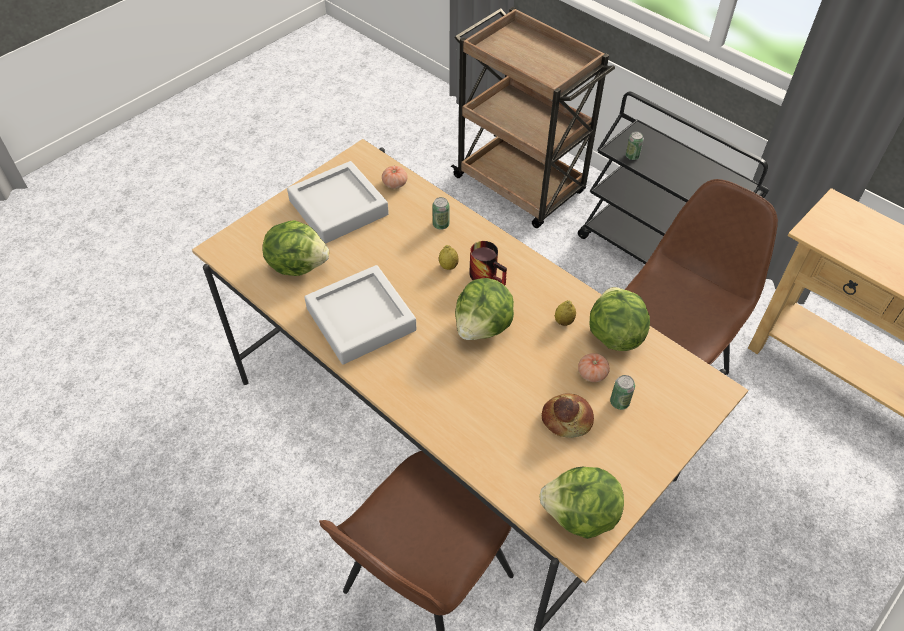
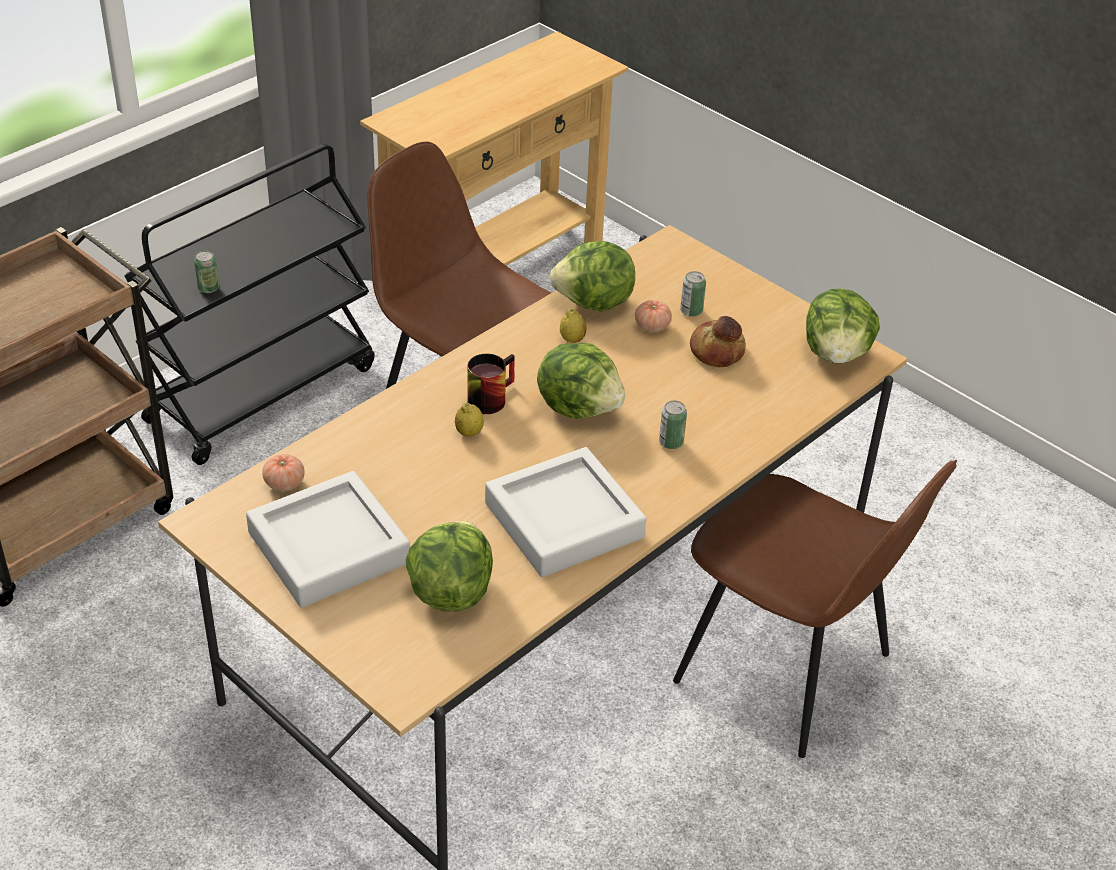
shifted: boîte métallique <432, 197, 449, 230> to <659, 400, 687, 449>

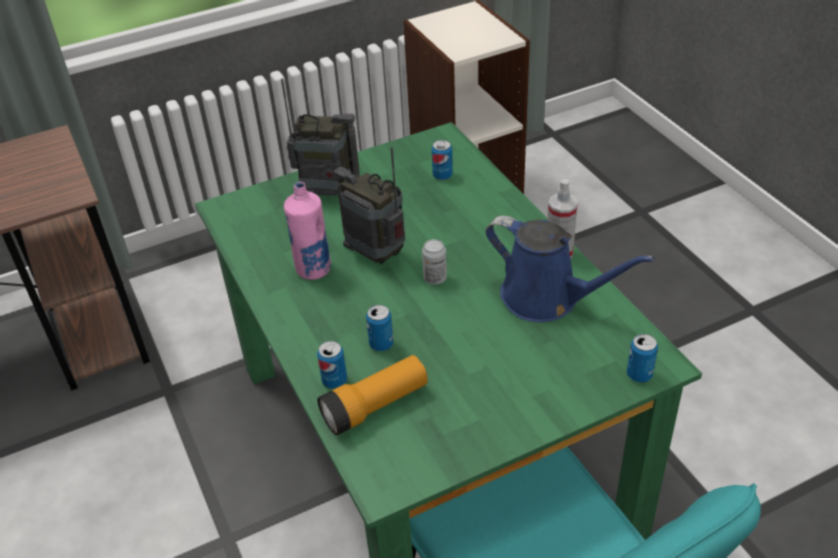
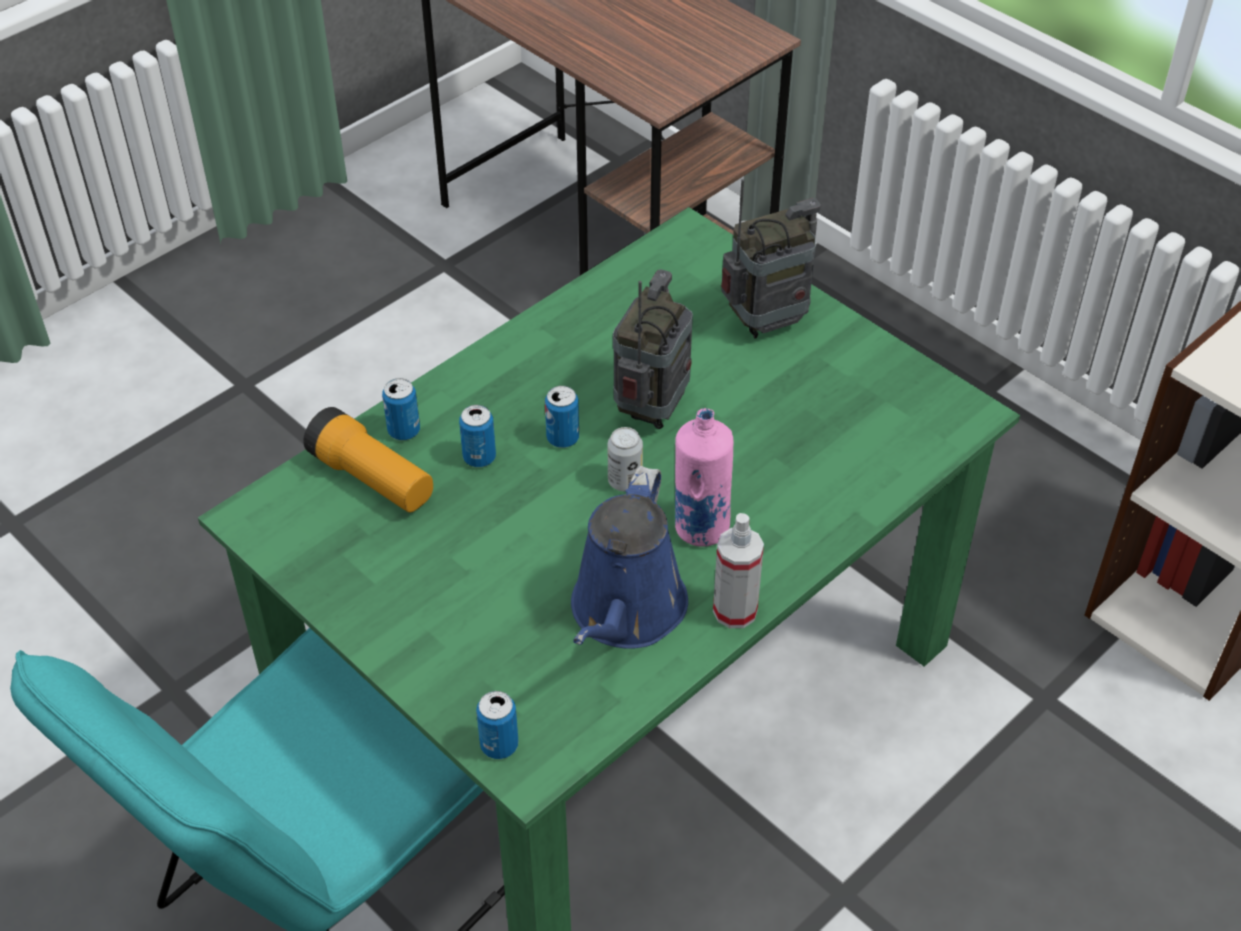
shifted: boîte métallique <432, 140, 453, 180> to <545, 386, 579, 448>; bouteille/rose <284, 182, 331, 280> to <675, 408, 734, 547>
rotated: radio <281, 79, 360, 196> = <721, 179, 821, 338> 105 degrees counterclockwise

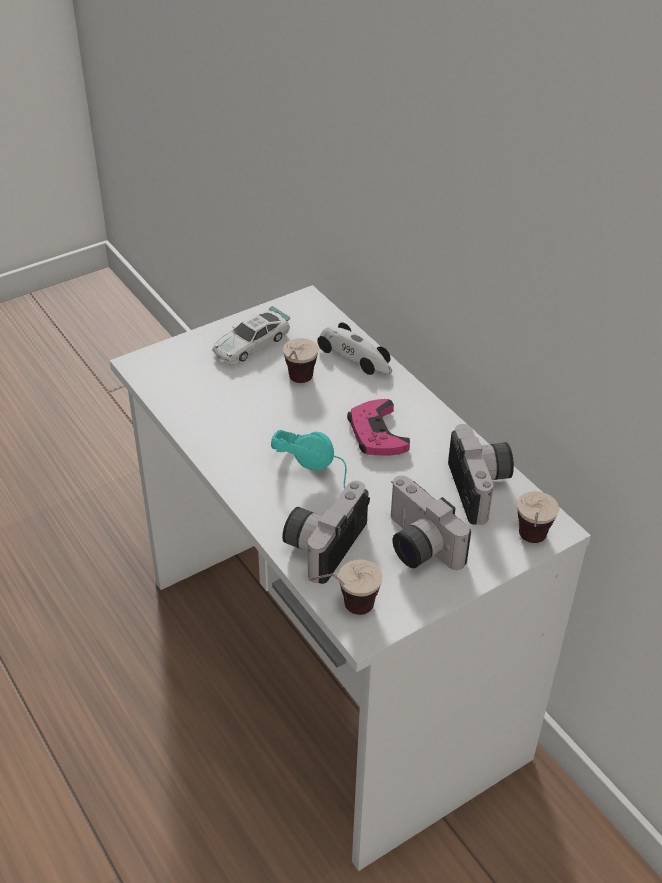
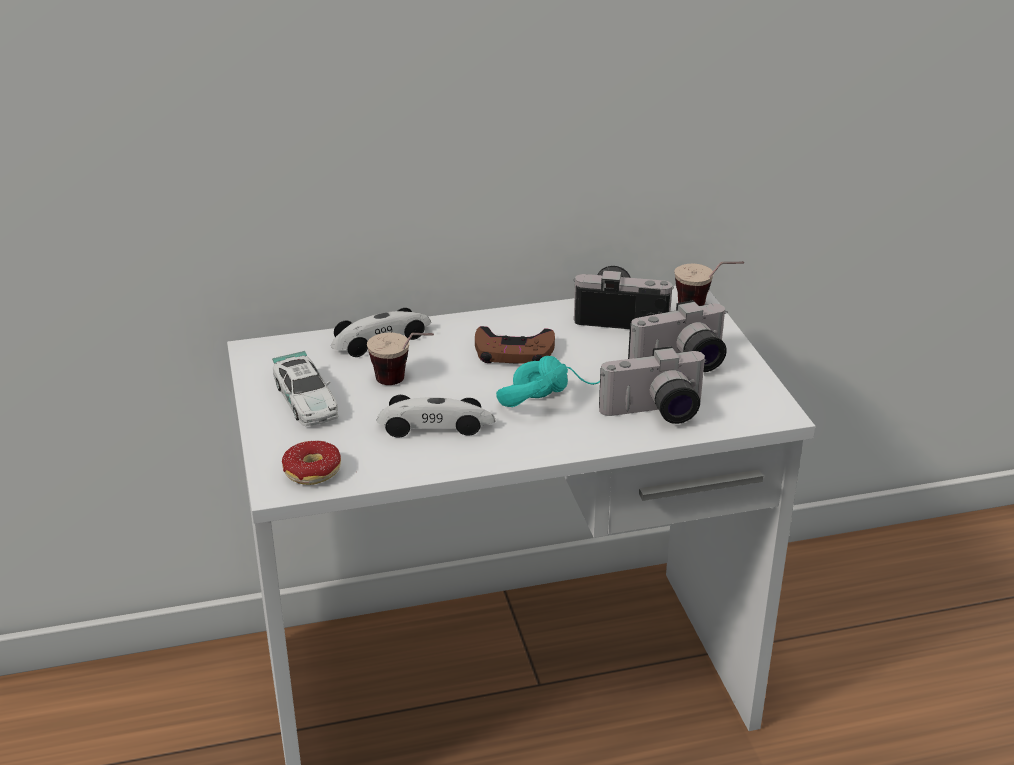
gone: tasse <309, 559, 383, 615>
new: beignet <282, 440, 357, 485>; petite voiture <377, 395, 496, 438>
repainted: manette/rose <347, 399, 410, 455> to manette/marron <475, 326, 555, 364>
rotated: appareil photo <282, 481, 370, 584> = <599, 346, 707, 424> 60 degrees counterclockwise

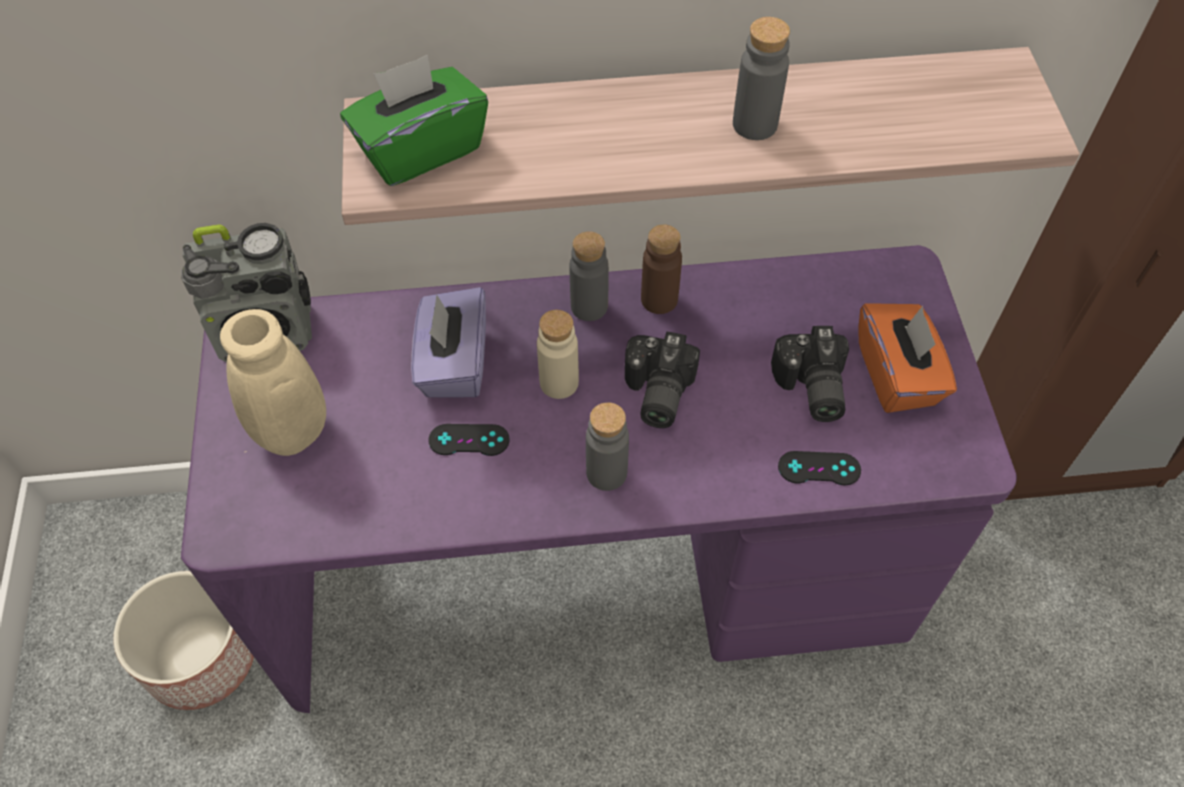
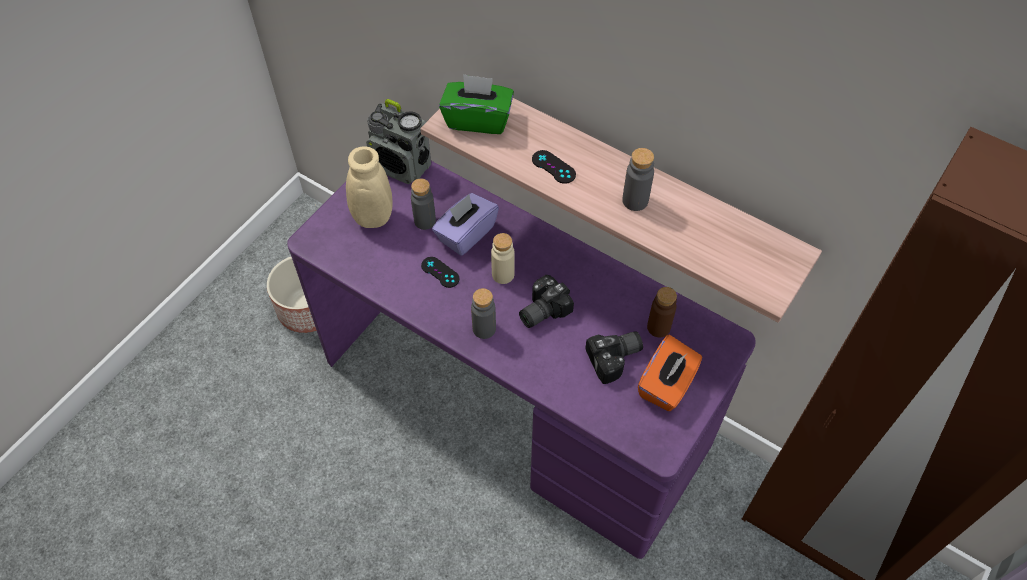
shifted: bouteille/gris <569, 231, 609, 321> to <411, 179, 436, 230>; manette/noir <778, 451, 861, 485> to <532, 150, 576, 184>; bouteille/marron <641, 224, 682, 314> to <647, 287, 677, 337>
rotated: appareil photo <771, 326, 849, 422> = <585, 331, 643, 384> 150 degrees counterclockwise

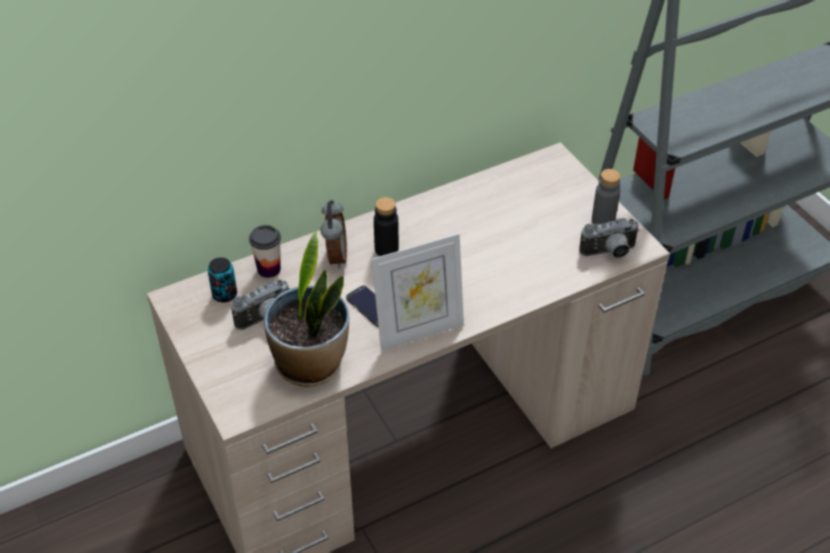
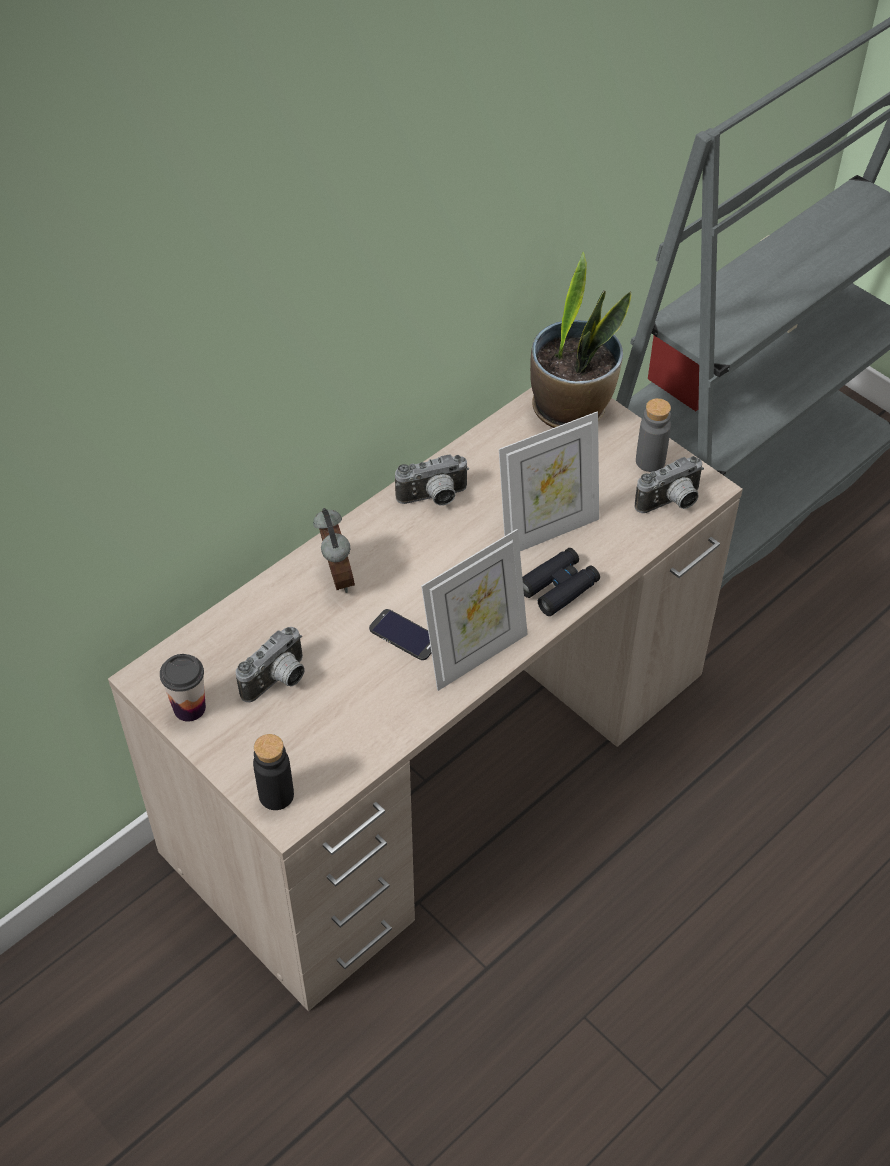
gone: boîte métallique <208, 257, 237, 303>
new: appareil photo <395, 454, 469, 506>; cadre photo <499, 412, 599, 551>; jumelles/noir <522, 548, 600, 616>
shifted: tasse <249, 225, 281, 278> to <160, 654, 206, 721>; bouteille/noir <374, 197, 399, 256> to <253, 734, 294, 810>; plante en pot <264, 231, 349, 387> to <530, 252, 631, 428>

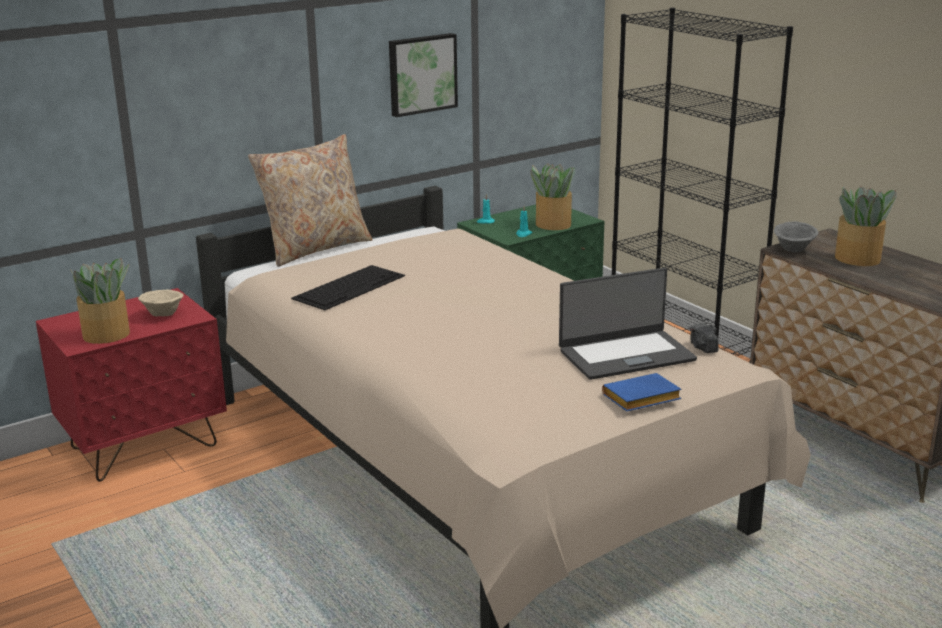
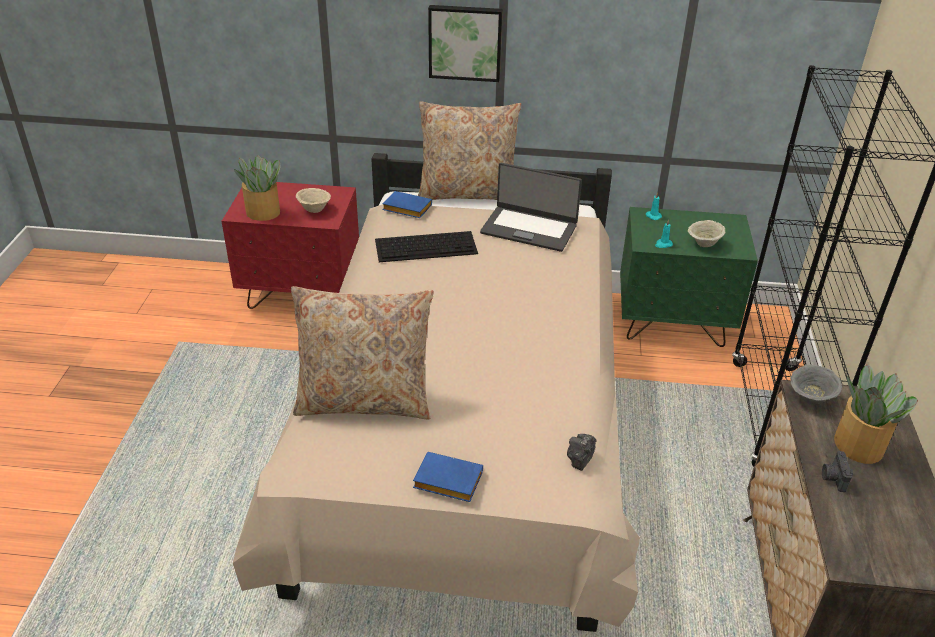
new: coussin/beige <291, 286, 434, 420>; livre/bleu <382, 191, 432, 218>; appareil photo <822, 451, 853, 492>
shifted: tableau <389, 33, 458, 117> to <428, 5, 503, 82>; ordinateur portable <559, 268, 697, 380> to <480, 163, 582, 252>
swapped: plante en pot <530, 163, 575, 230> to bol/beige <688, 220, 726, 247>

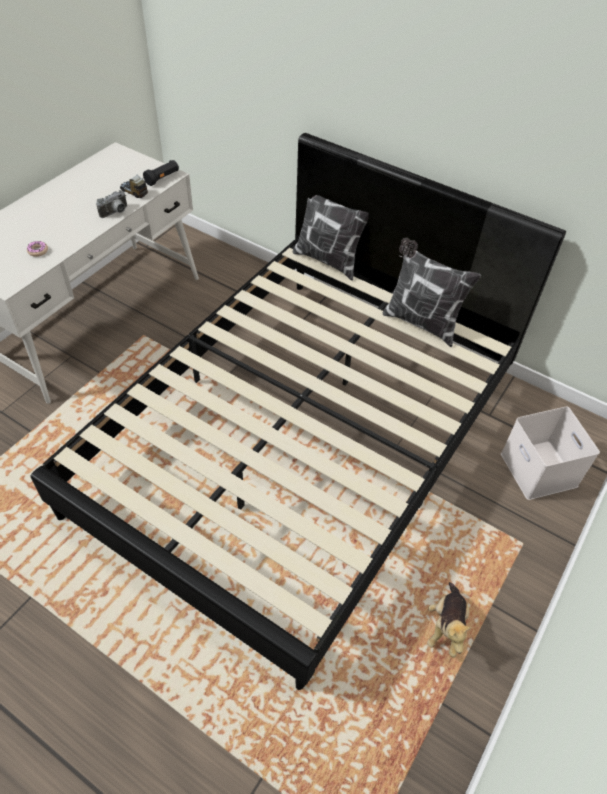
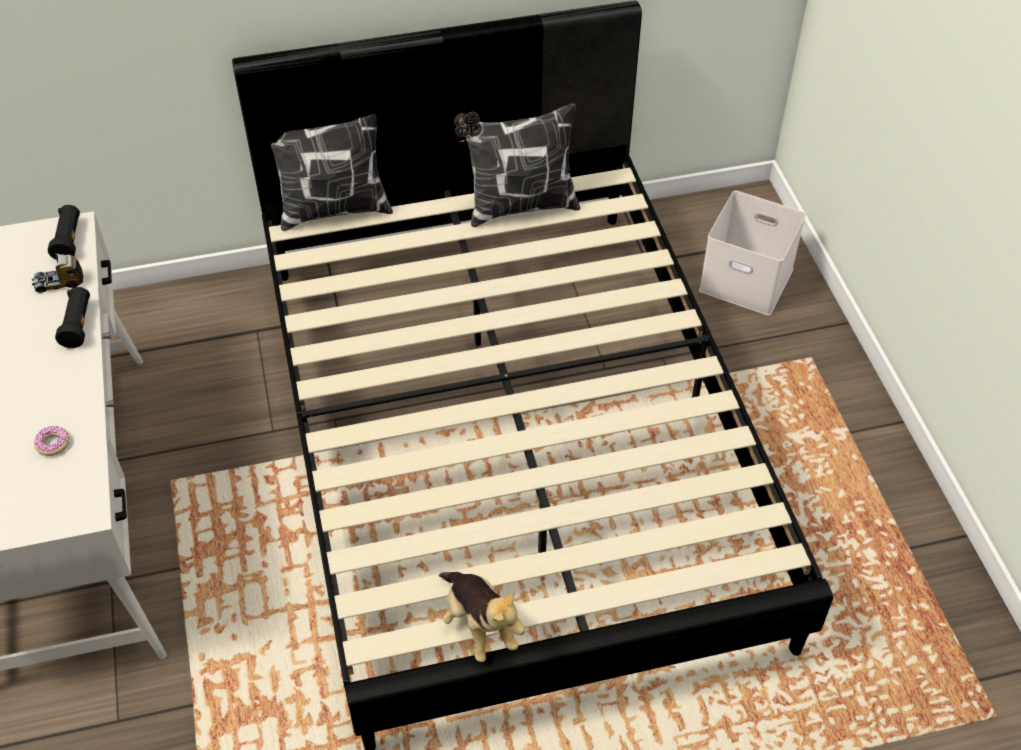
shifted: peluche <427, 582, 472, 658> to <439, 572, 525, 662>
swapped: appareil photo <96, 190, 127, 218> to lampe de poche/noir <55, 287, 90, 348>

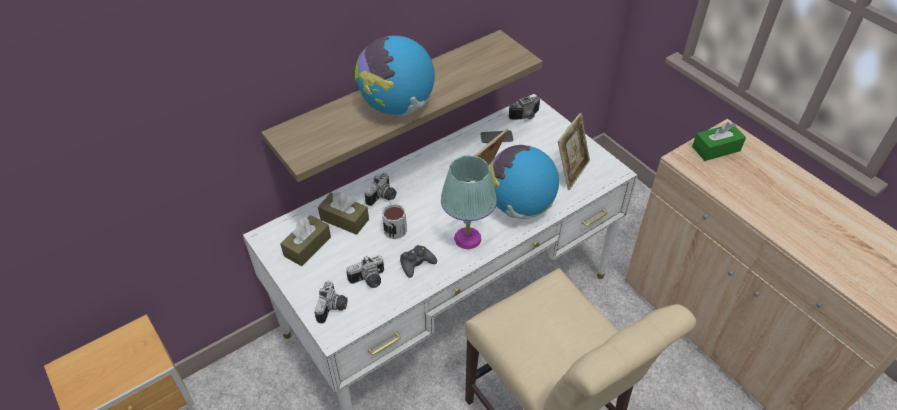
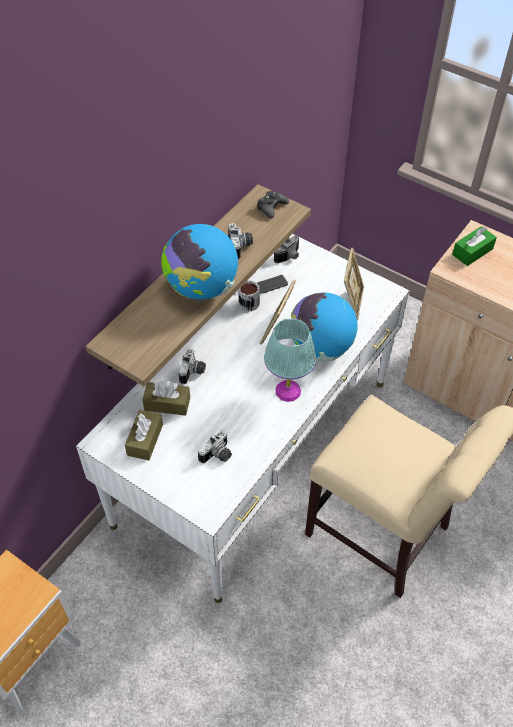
shifted: appareil photo <315, 281, 348, 324> to <228, 223, 253, 260>; mug <382, 200, 407, 239> to <238, 280, 260, 312>; manette/noir <400, 245, 437, 278> to <257, 191, 289, 219>

